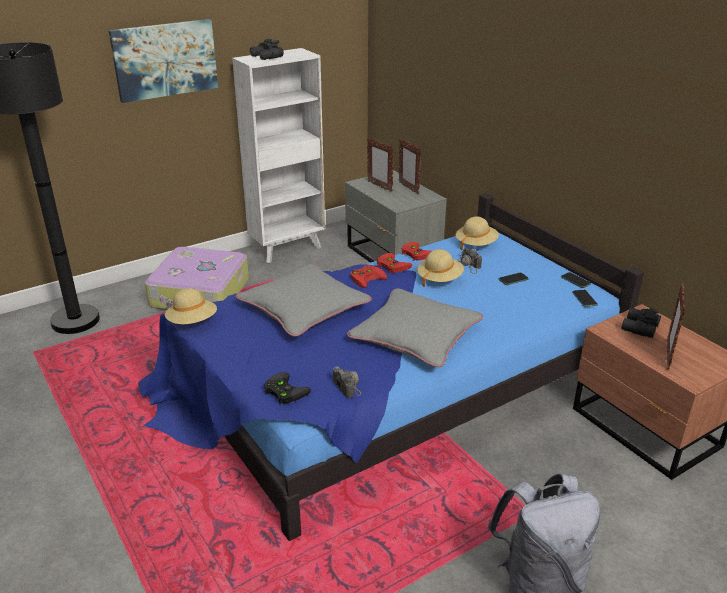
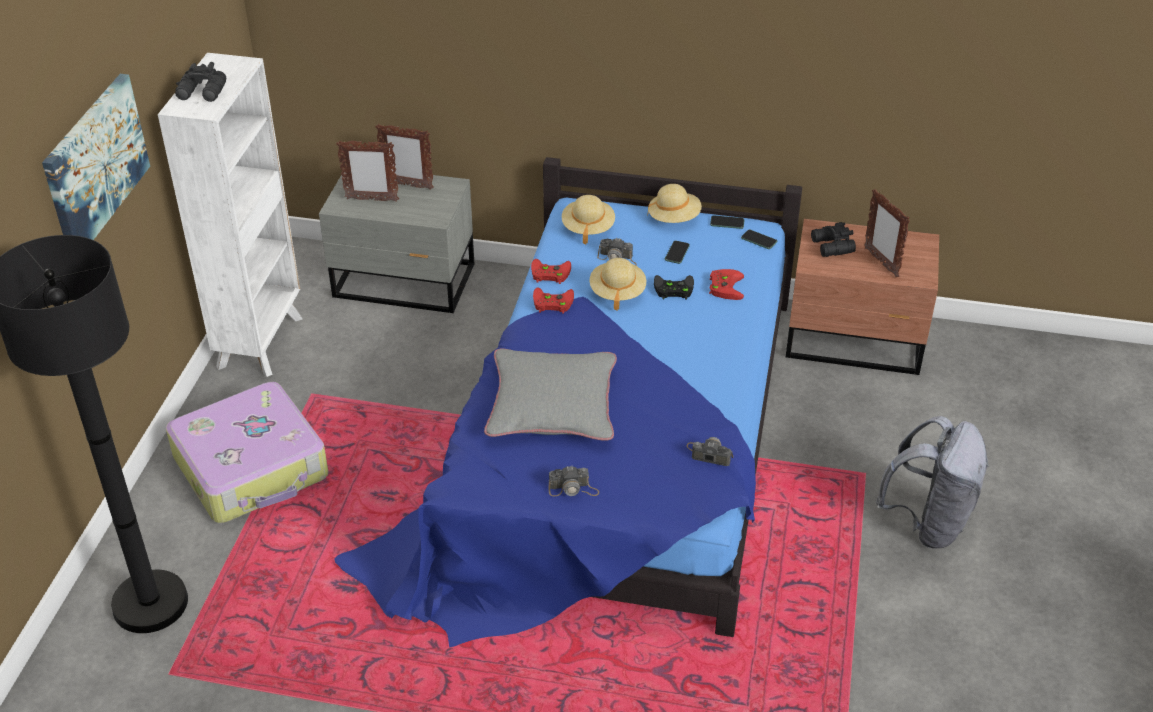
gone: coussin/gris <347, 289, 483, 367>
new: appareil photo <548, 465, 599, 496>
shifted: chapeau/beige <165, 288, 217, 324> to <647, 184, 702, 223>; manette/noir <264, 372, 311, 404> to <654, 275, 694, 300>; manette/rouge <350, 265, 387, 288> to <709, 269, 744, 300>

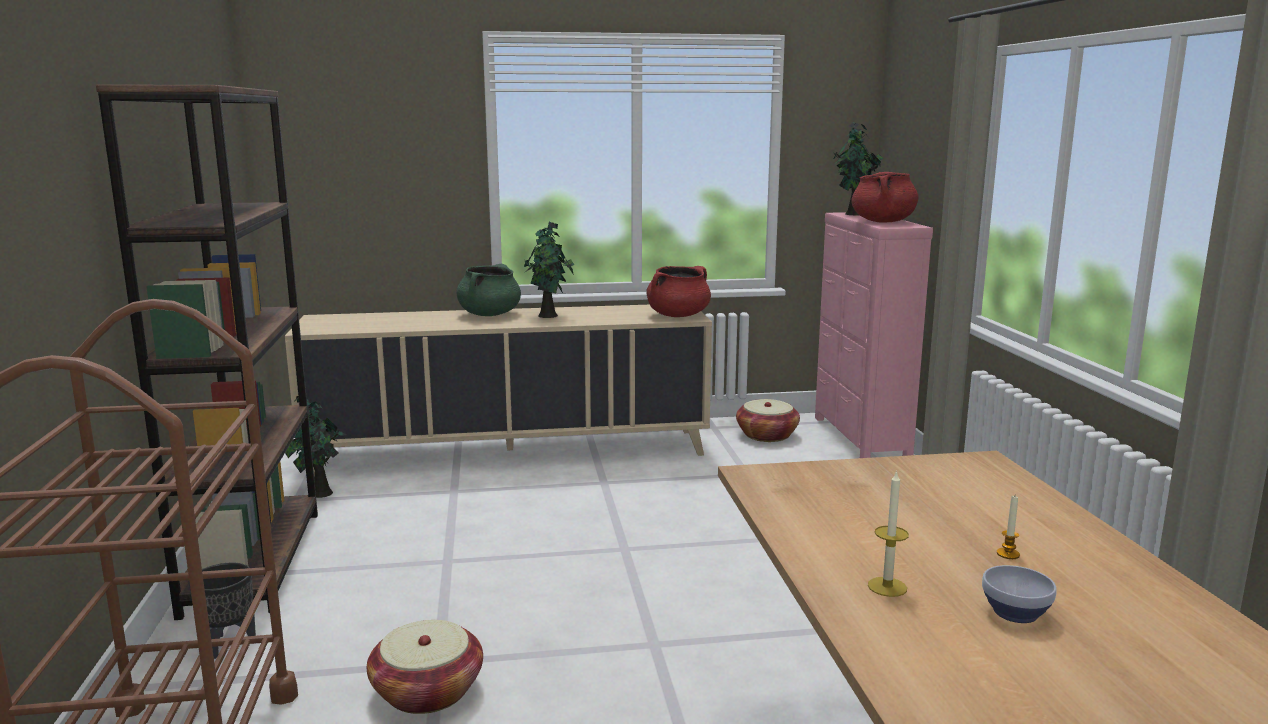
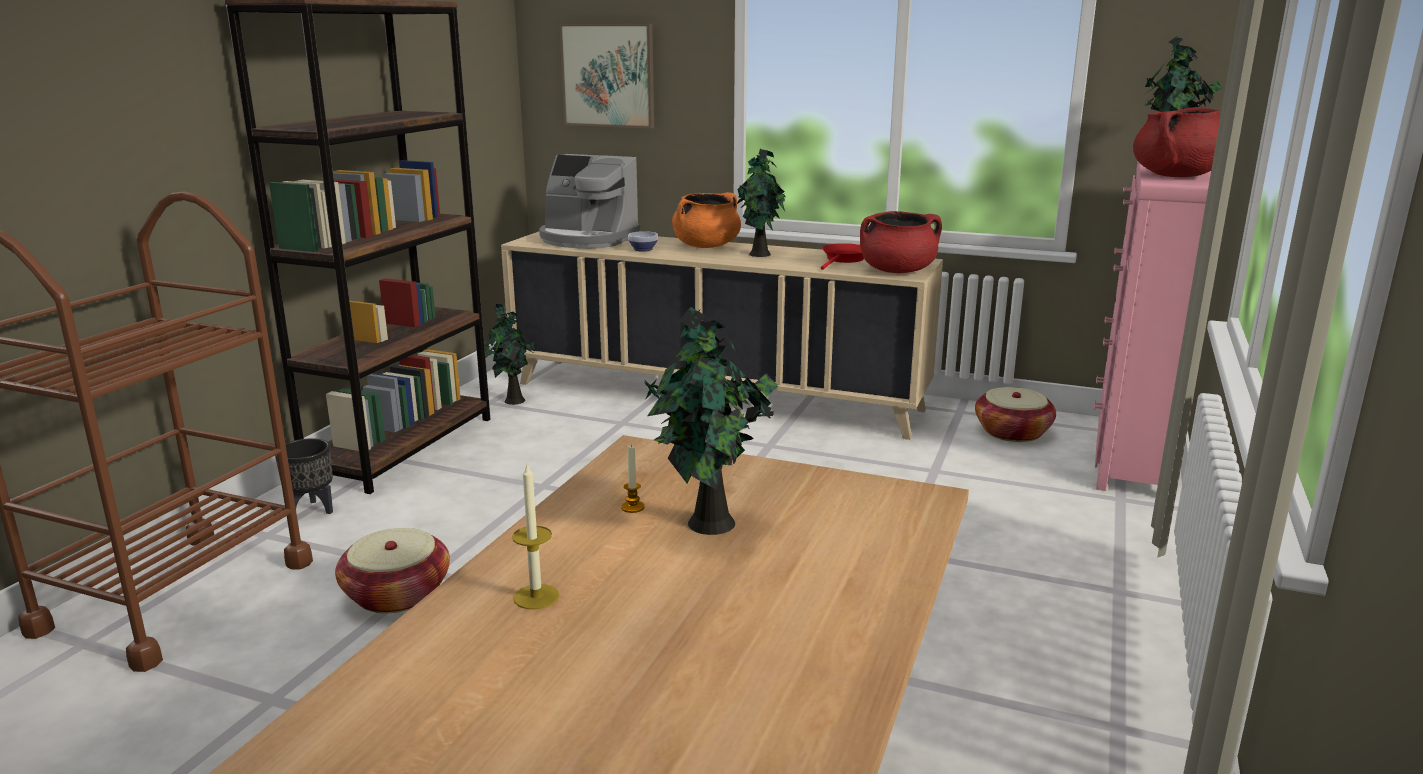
new: machine à café <539, 154, 640, 249>; tableau <559, 24, 654, 129>; plante en pot <644, 307, 778, 535>; poêle/rouge <821, 243, 864, 270>
shifted: bougie <997, 496, 1020, 559> to <621, 445, 645, 513>; bol <982, 565, 1056, 623> to <628, 231, 658, 252>
repainted: marmite/vert <456, 264, 521, 316> to marmite/orange <672, 192, 741, 248>

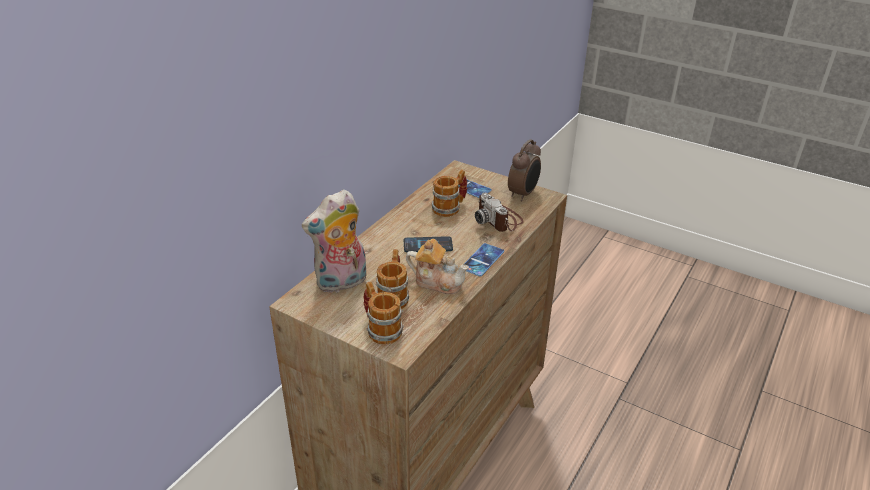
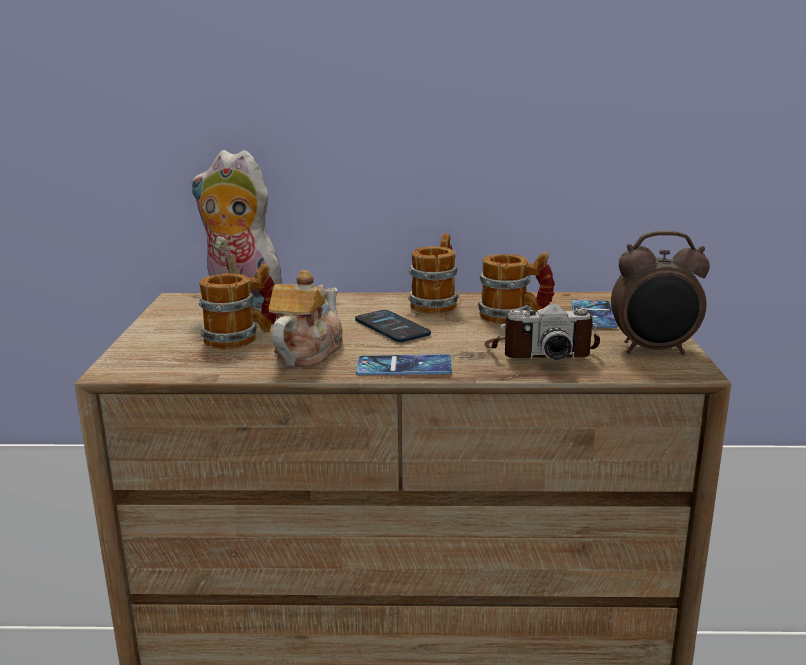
shifted: mug <363, 281, 404, 345> to <408, 233, 459, 314>
rotated: théière <406, 239, 469, 294> = <269, 270, 343, 367> 150 degrees counterclockwise; appareil photo <475, 193, 524, 232> = <484, 304, 600, 360> 120 degrees counterclockwise

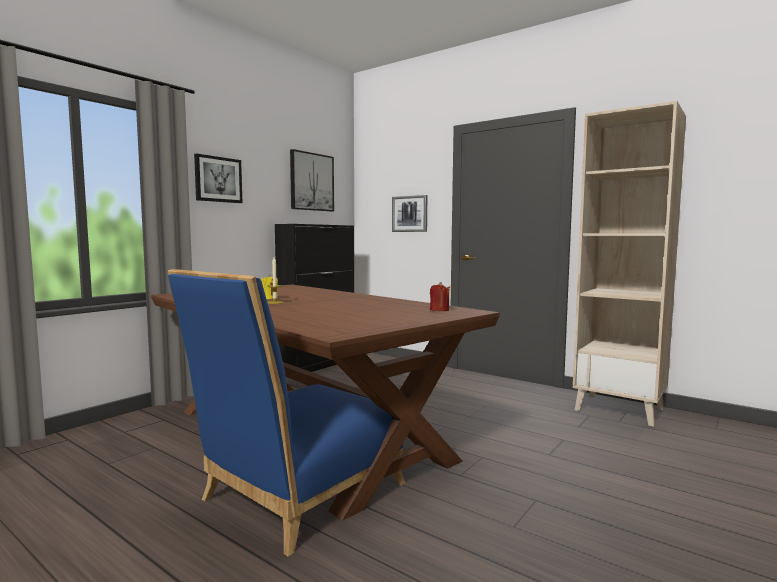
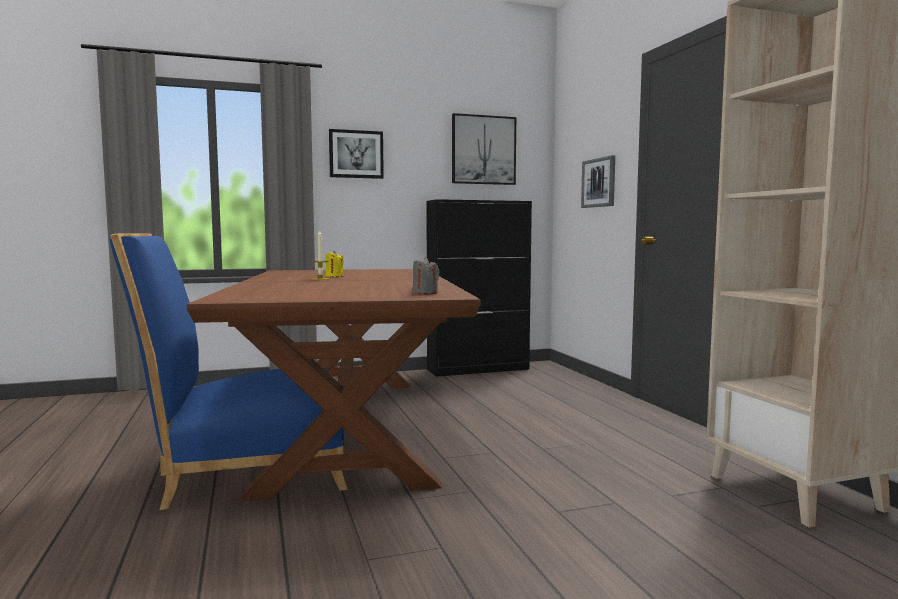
repainted: bougie/rouge <430, 282, 450, 311> to bougie/gris <413, 258, 440, 294>

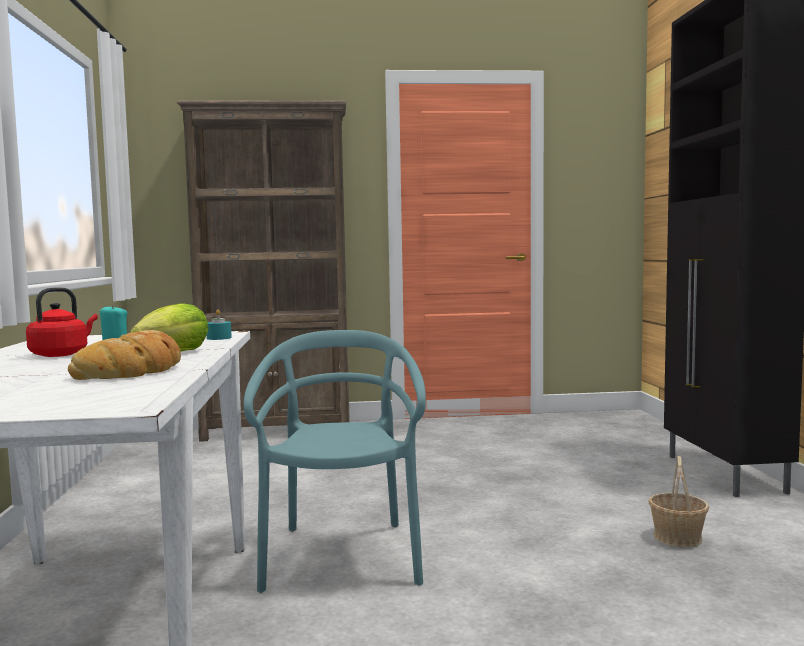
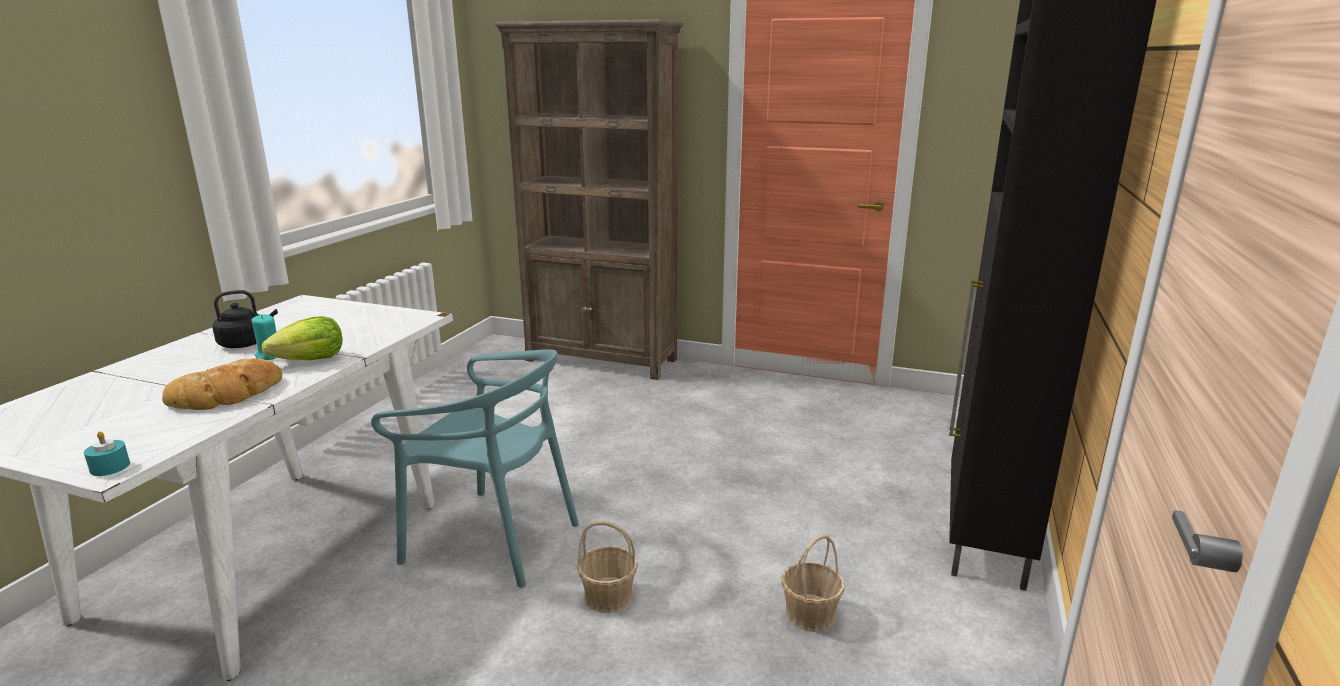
new: panier <577, 521, 638, 613>
shifted: bougie/turquoise <207, 310, 232, 340> to <84, 431, 130, 476>
repainted: bouilloire/rouge <26, 287, 98, 357> to bouilloire/noir <213, 290, 278, 348>
rotated: chaise/turquoise <244, 330, 426, 593> = <371, 349, 579, 588> 90 degrees clockwise

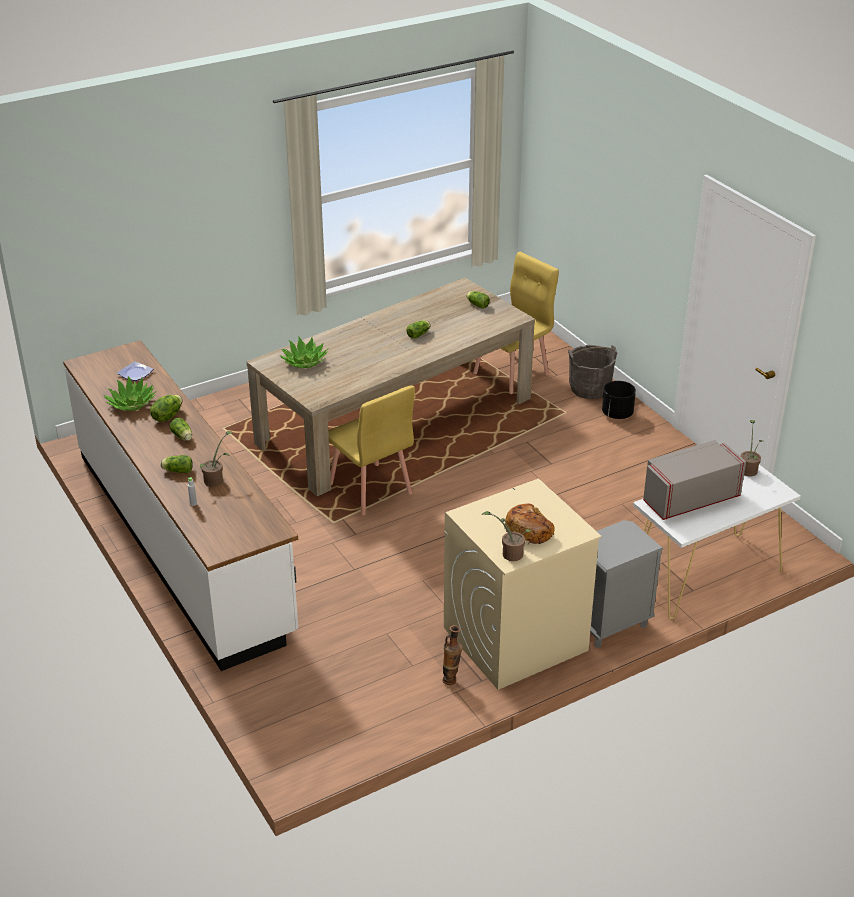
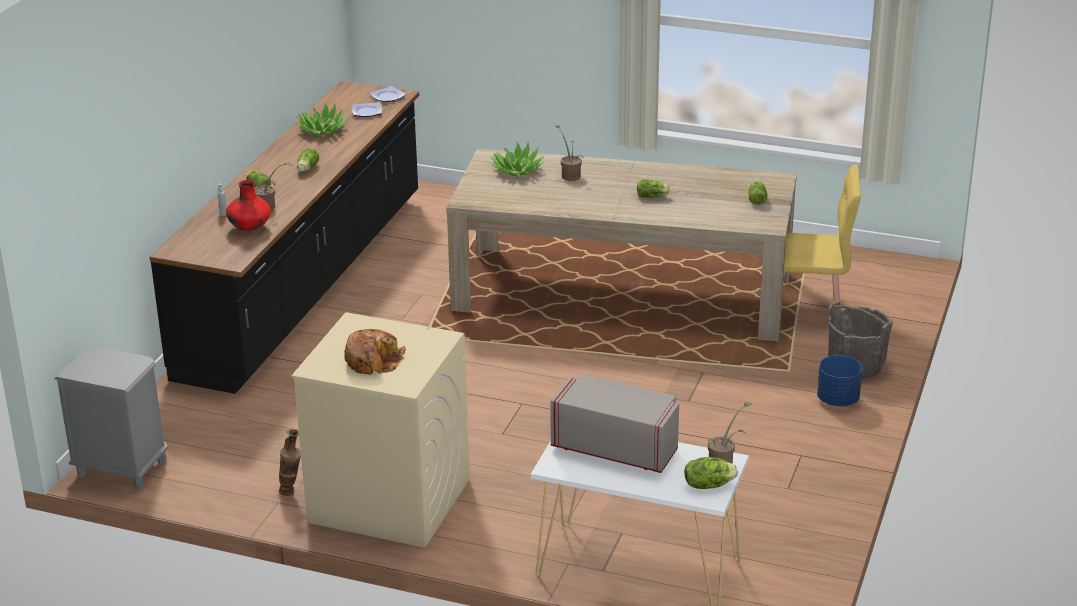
gone: chaise/jaune <328, 385, 415, 515>
new: vase/rouge <226, 180, 271, 231>; assiette <369, 86, 406, 102>
shifted: table de chevet/gris <590, 520, 663, 648> to <55, 347, 168, 490>; plante en pot <482, 511, 532, 561> to <554, 125, 584, 181>; laitue <150, 395, 182, 422> to <684, 457, 738, 489>
repainted: comptoir de cuisine/blanc <63, 340, 298, 671> to comptoir de cuisine/noir <150, 81, 419, 394>; cache-pot/noir <602, 381, 636, 419> to cache-pot/bleu <817, 355, 862, 406>

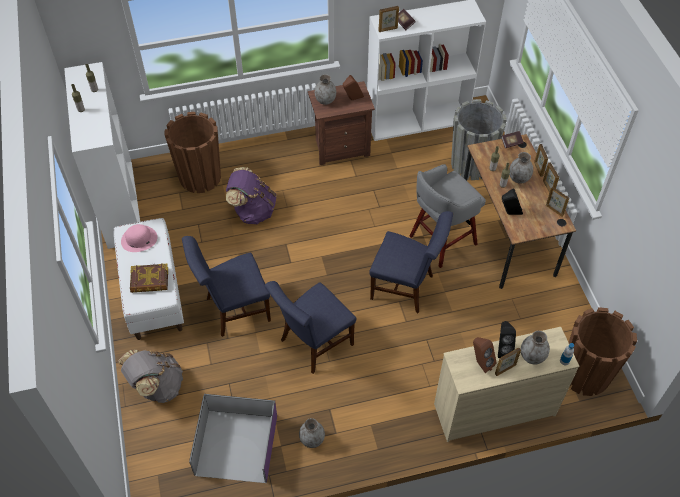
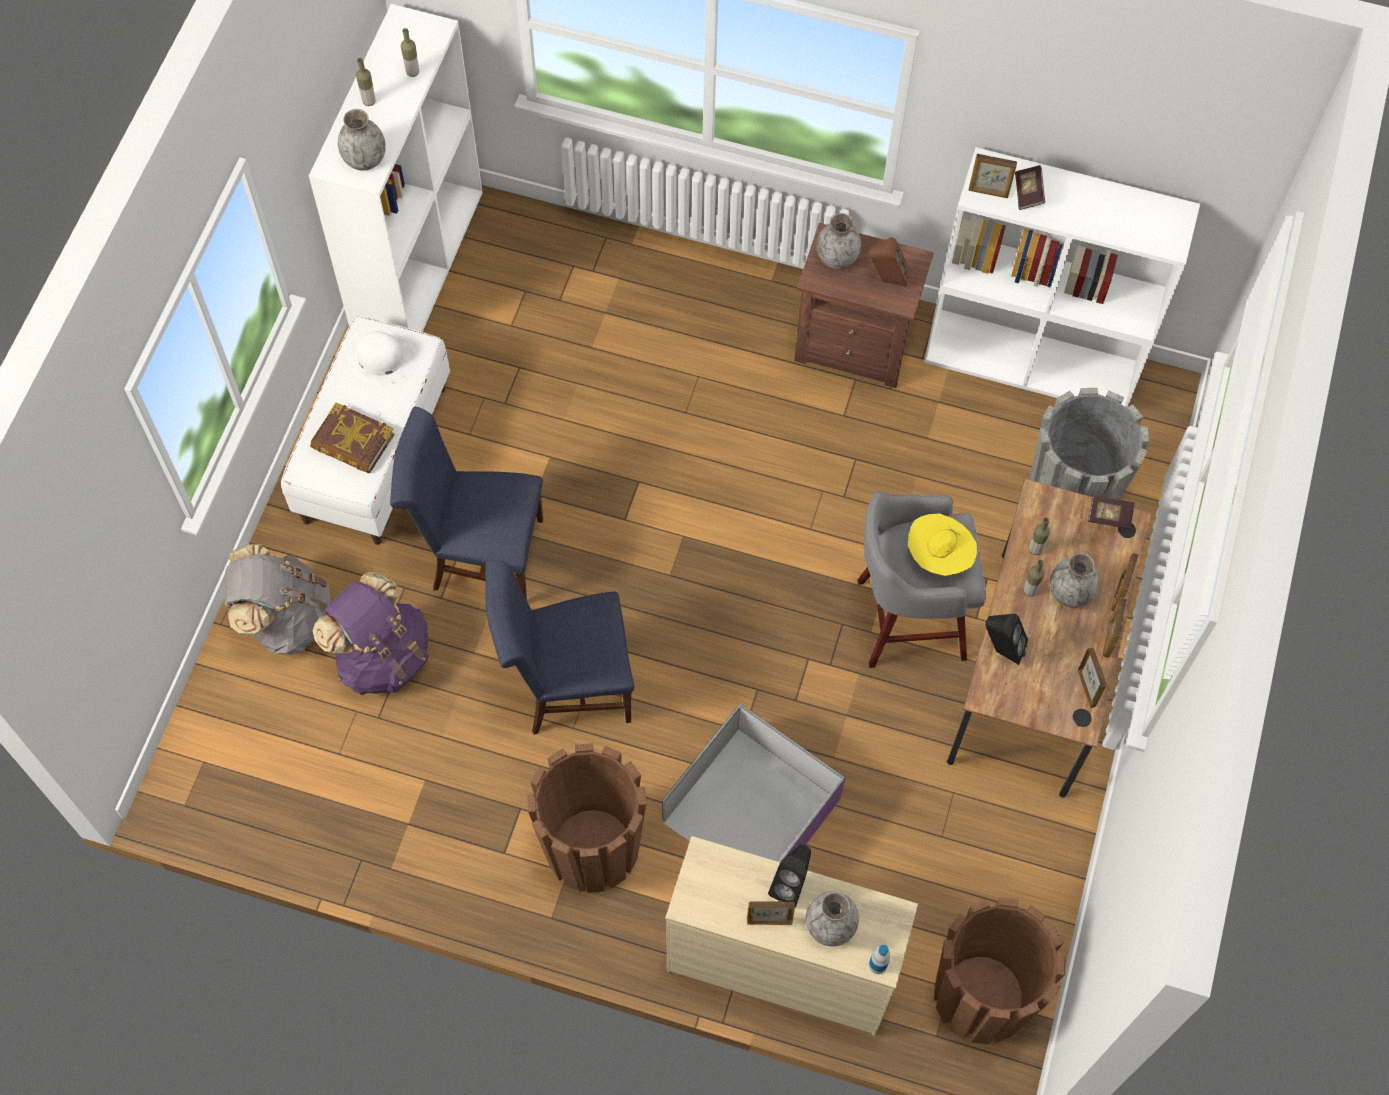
gone: chaise/bleu <369, 211, 453, 313>; enceinte/marron <473, 337, 497, 373>
new: chapeau/jaune <908, 513, 977, 576>
shifted: sac à dos/violet <226, 167, 277, 224> to <313, 572, 428, 695>; vase/gris <299, 418, 325, 448> to <338, 109, 386, 171>; cache-pot/marron <165, 112, 221, 193> to <527, 743, 646, 893>; boîte de rangement/violet <189, 394, 277, 483> to <662, 704, 845, 862>
repainted: chapeau/rose <121, 224, 157, 252> to chapeau/blanc <347, 330, 415, 384>

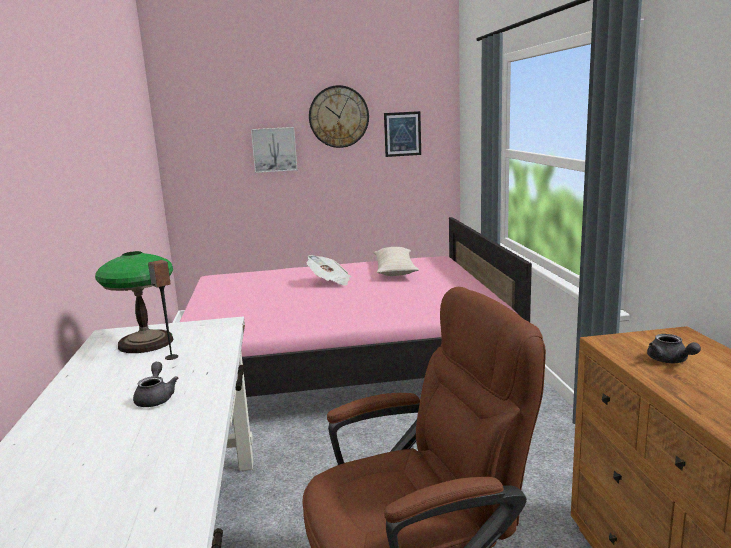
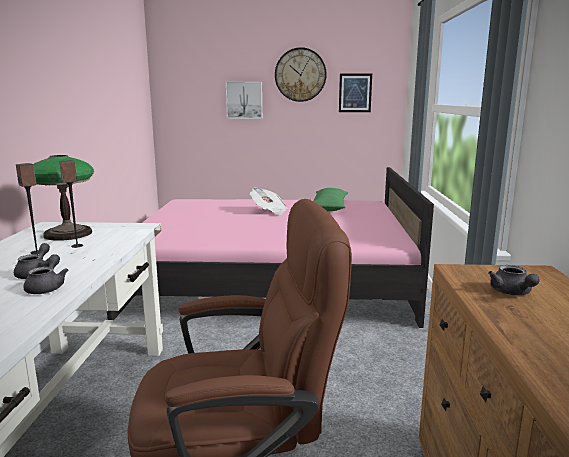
new: enceinte <16, 163, 39, 254>; théière/gris <24, 254, 68, 294>
repainted: coussin/beige <374, 247, 419, 276> to coussin/vert <313, 188, 348, 211>

